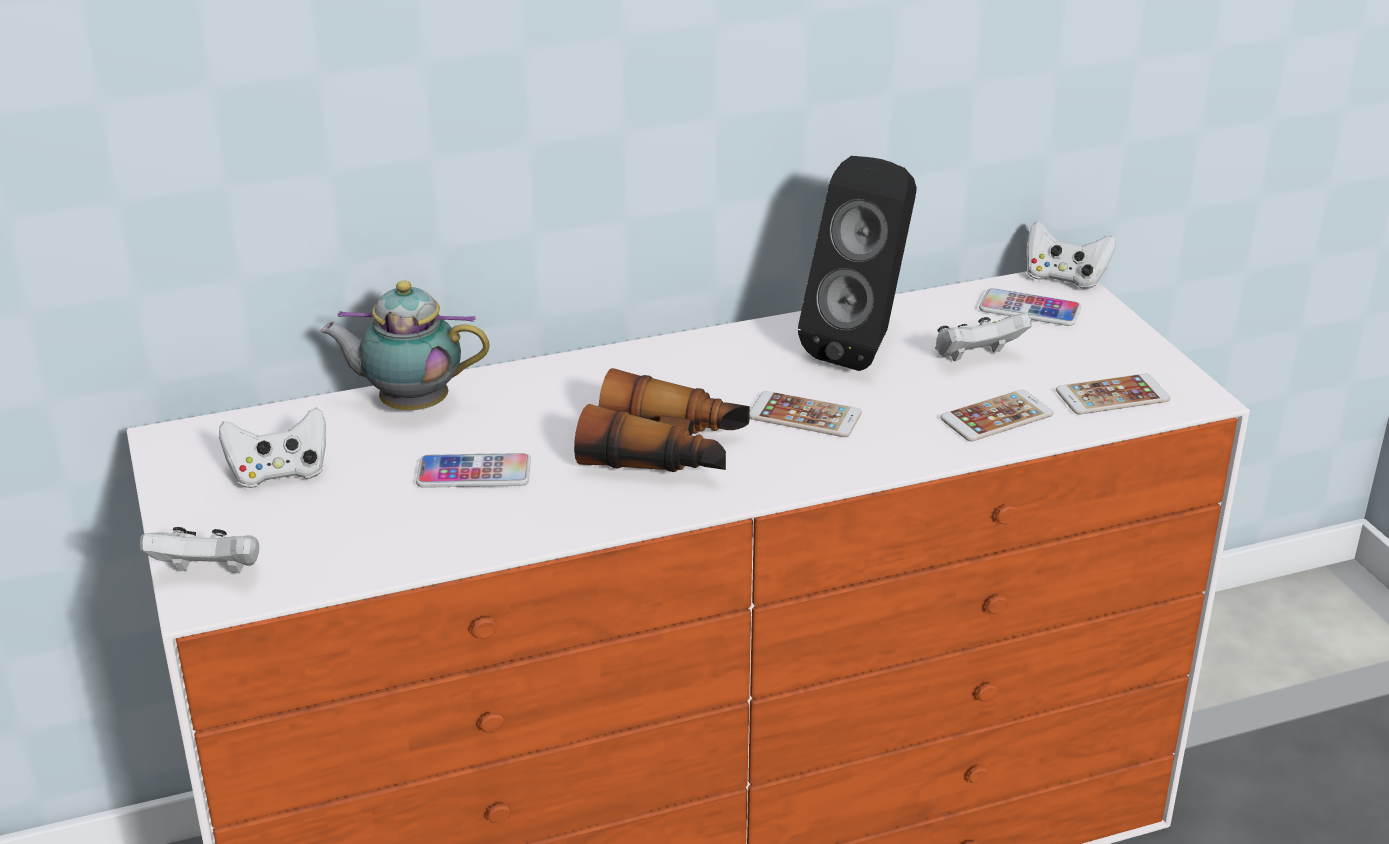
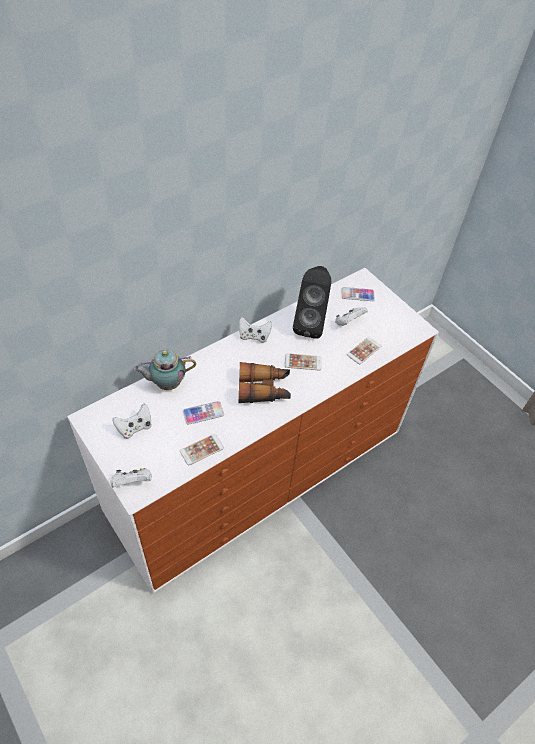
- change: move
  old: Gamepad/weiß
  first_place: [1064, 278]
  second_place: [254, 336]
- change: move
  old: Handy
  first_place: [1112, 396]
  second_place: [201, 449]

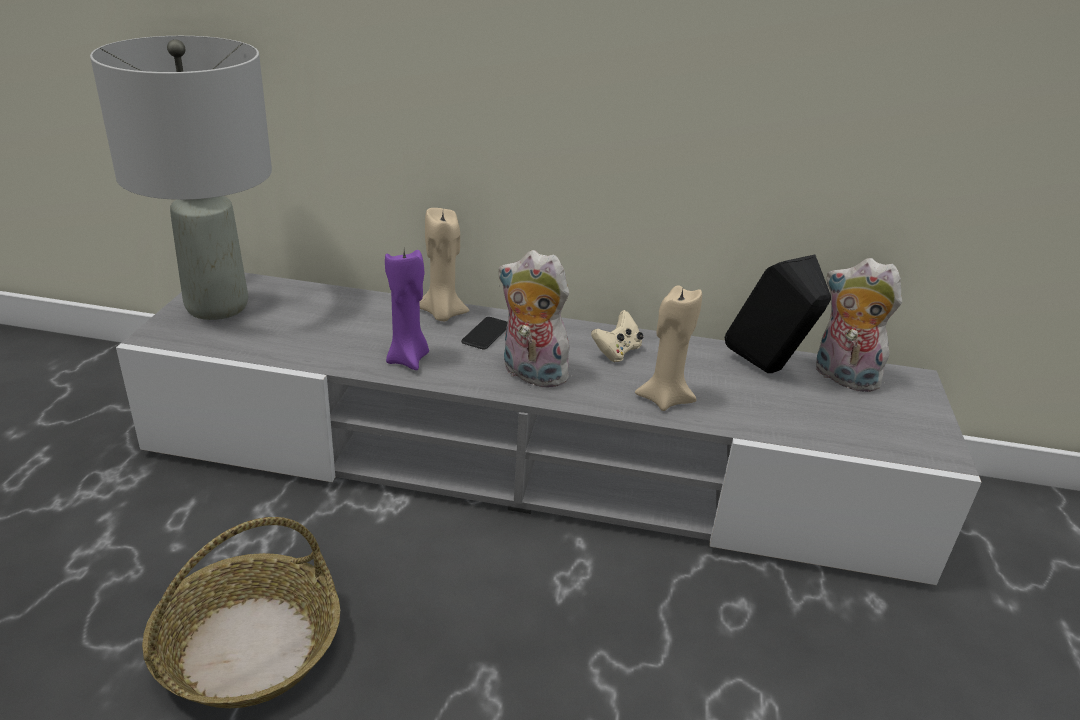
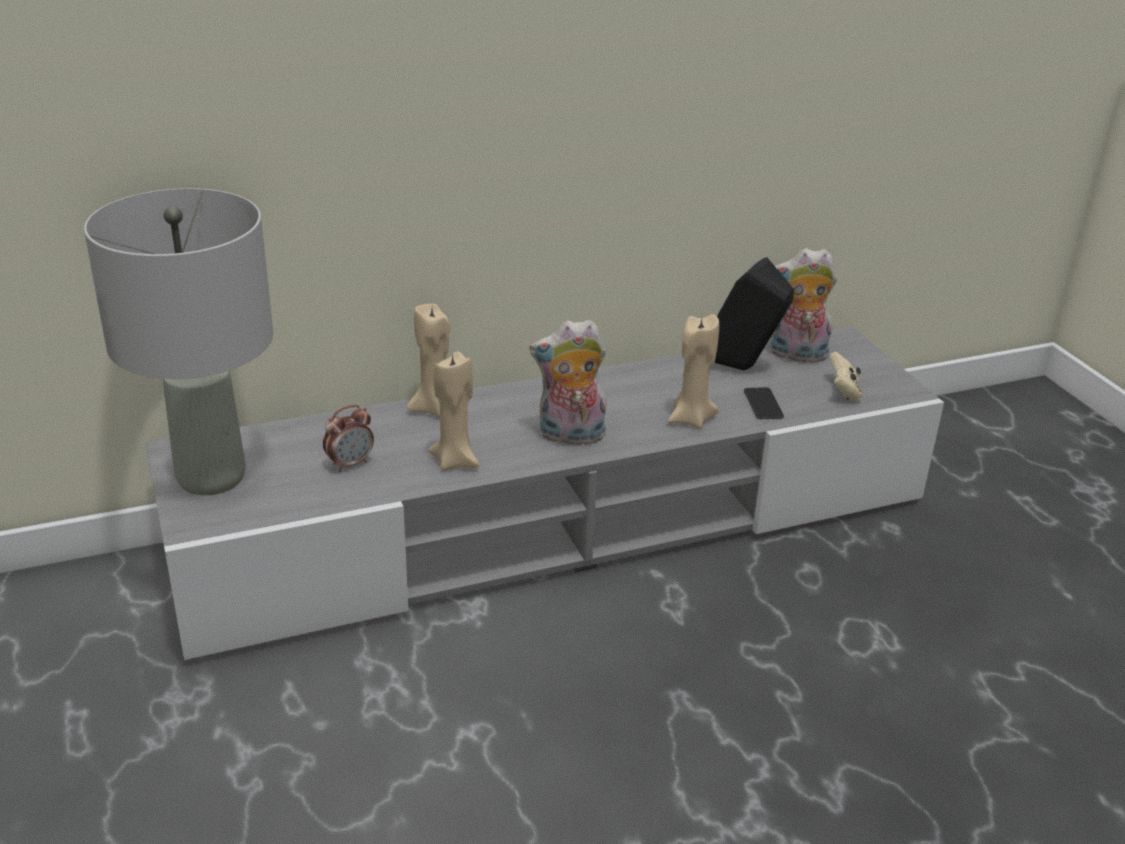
- change: delete
  old: Korb
  first_place: [249, 646]
- change: recolor
  old: Kerze/lila
  new: Kerze/beige
  first_place: [408, 359]
  second_place: [455, 461]
- change: move
  old: Handy
  first_place: [486, 334]
  second_place: [763, 404]
- change: move
  old: Gamepad/beige
  first_place: [617, 352]
  second_place: [844, 391]
- change: insert
  new: Wecker
  second_place: [350, 464]

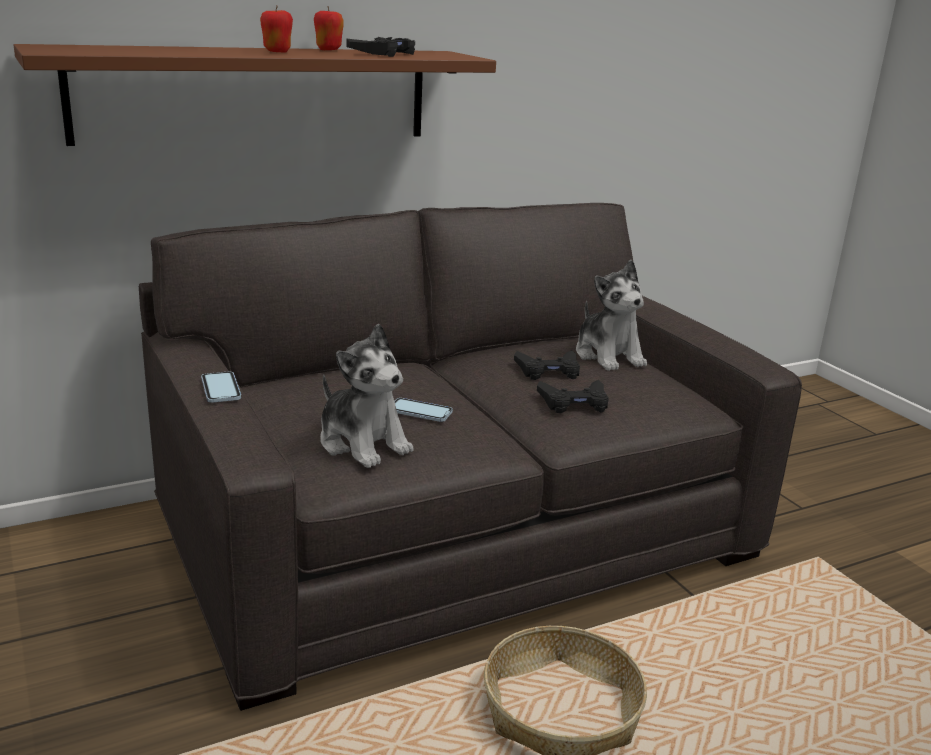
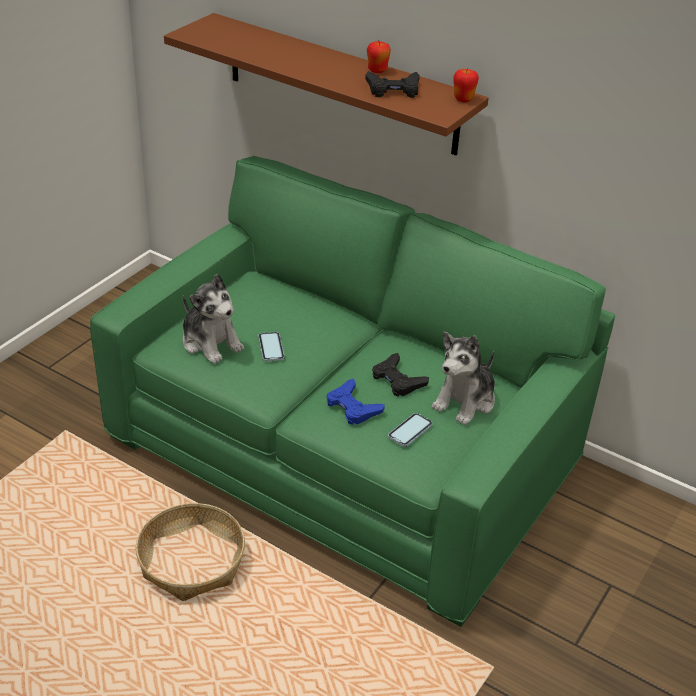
- change: recolor
  old: Sofa/grau
  new: Sofa/grün
  first_place: [456, 531]
  second_place: [344, 450]
- change: move
  old: Handy
  first_place: [221, 389]
  second_place: [410, 431]
- change: move
  old: Apfel
  first_place: [277, 52]
  second_place: [463, 99]
- change: rotate
  old: Plüschtier
  first_place: [363, 443]
  second_place: [211, 342]
  degrees: -60
- change: recolor
  old: Gamepad/schwarz
  new: Gamepad/blau
  first_place: [574, 402]
  second_place: [352, 407]

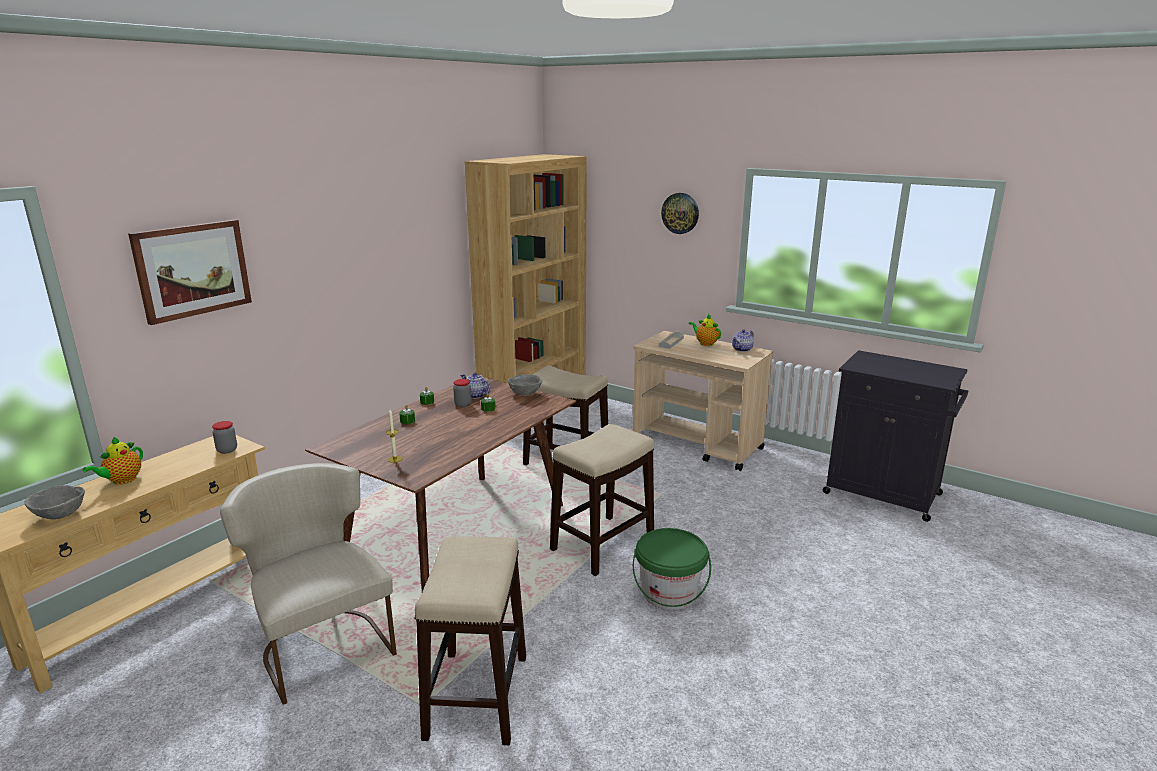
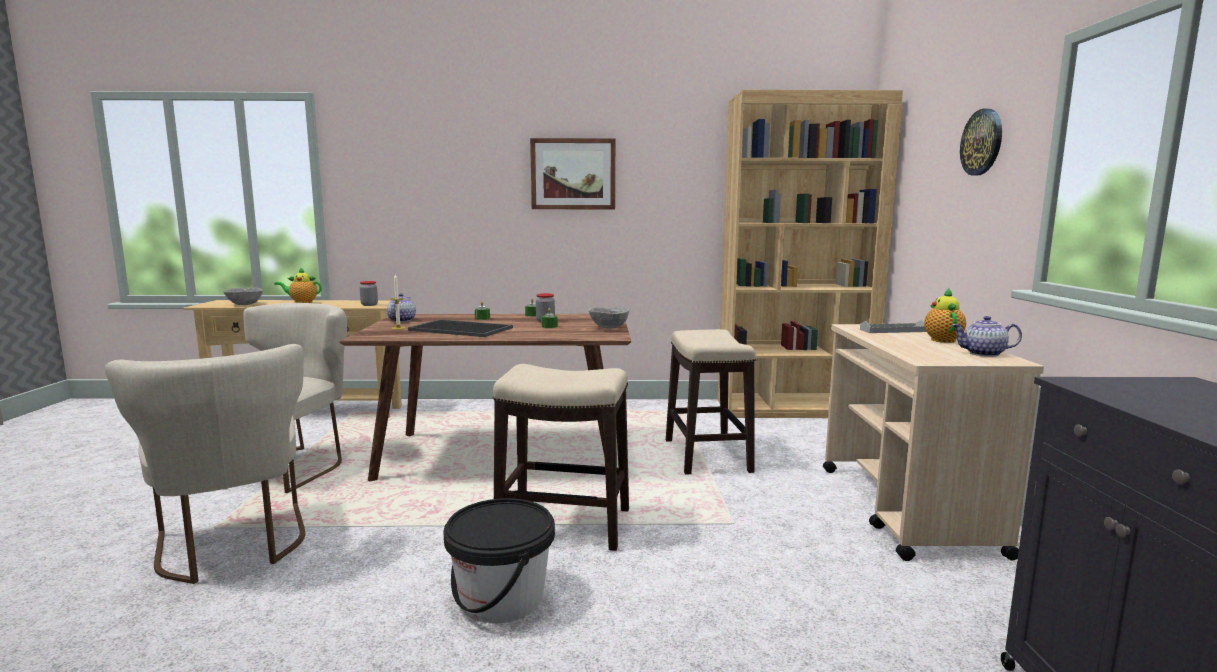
- change: move
  old: Bild
  first_place: [192, 270]
  second_place: [573, 174]
- change: replace
  old: Hocker
  new: Stuhl/beige
  first_place: [477, 697]
  second_place: [233, 547]
- change: move
  old: Teekanne
  first_place: [475, 395]
  second_place: [401, 320]
- change: recolor
  old: Eimer/grün
  new: Eimer/schwarz
  first_place: [669, 593]
  second_place: [501, 598]
- change: insert
  new: Tablett
  second_place: [462, 329]

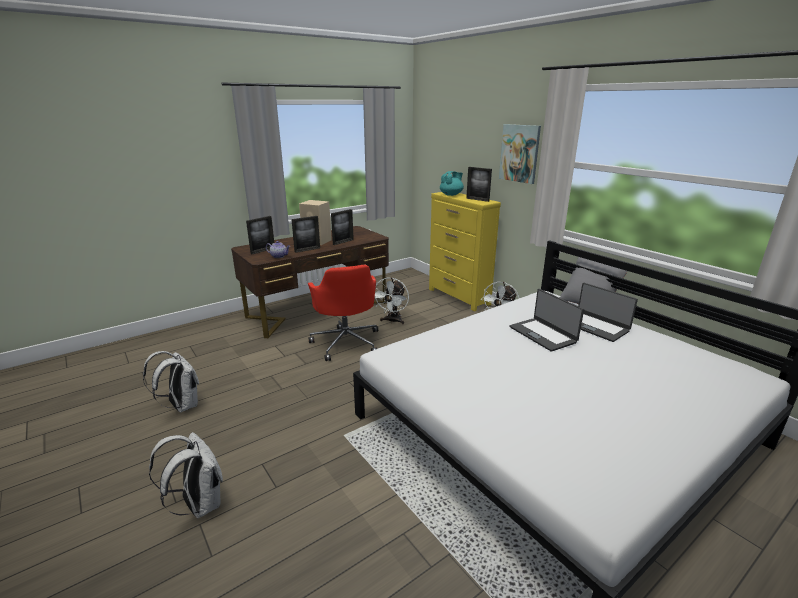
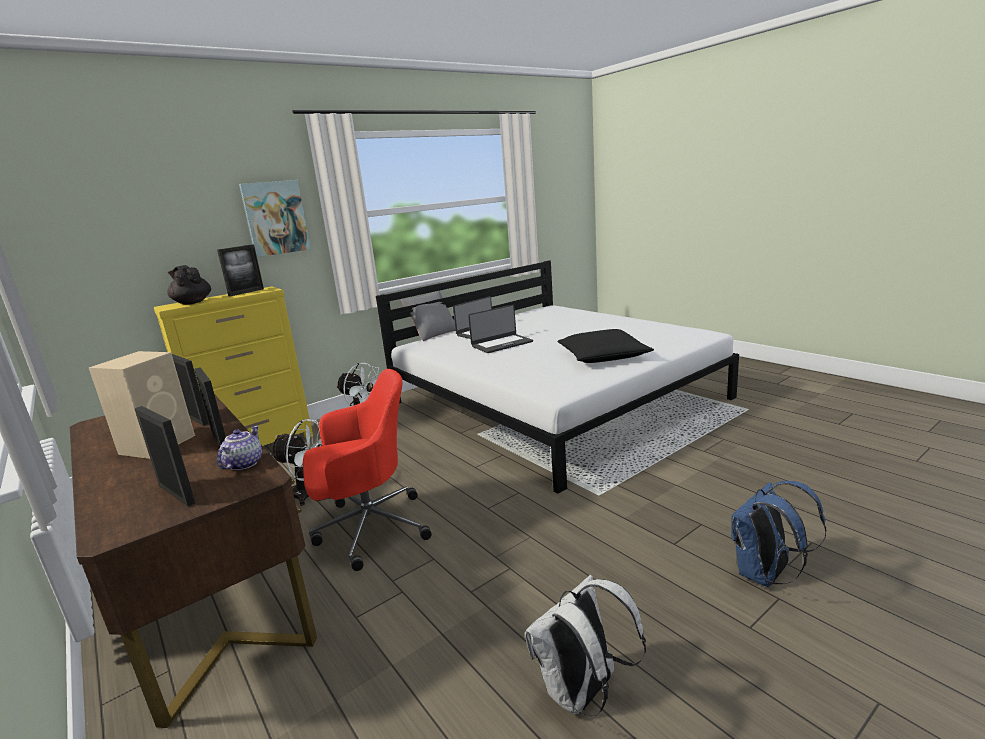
- change: recolor
  old: Rucksack/weiß
  new: Rucksack/blau
  first_place: [199, 504]
  second_place: [765, 575]
- change: recolor
  old: Teekanne/türkis
  new: Teekanne/schwarz
  first_place: [451, 195]
  second_place: [192, 303]
- change: insert
  new: Kissen/schwarz
  second_place: [602, 356]

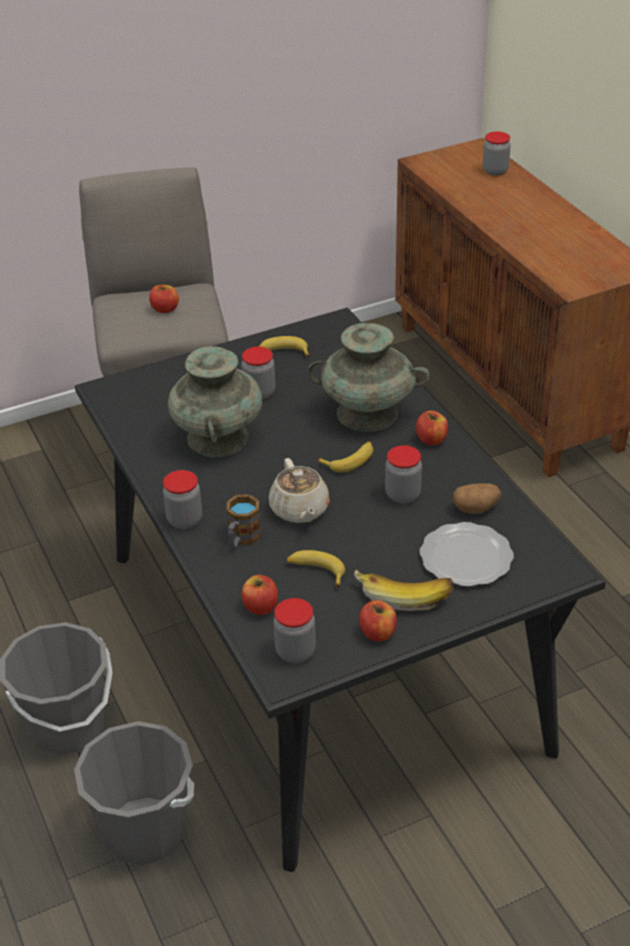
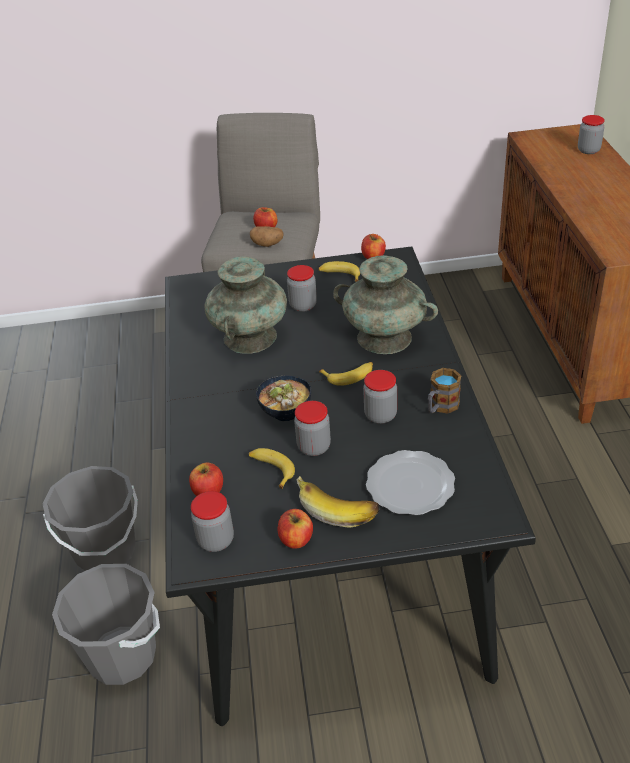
- change: move
  old: Vorratsglas
  first_place: [184, 520]
  second_place: [314, 447]
- change: move
  old: Henkelbecher
  first_place: [242, 538]
  second_place: [441, 407]
- change: replace
  old: Teekanne/beige
  new: Schüssel
  first_place: [299, 510]
  second_place: [285, 411]
- change: move
  old: Apfel
  first_place: [431, 439]
  second_place: [373, 257]
- change: move
  old: Kartoffel
  first_place: [476, 508]
  second_place: [267, 244]

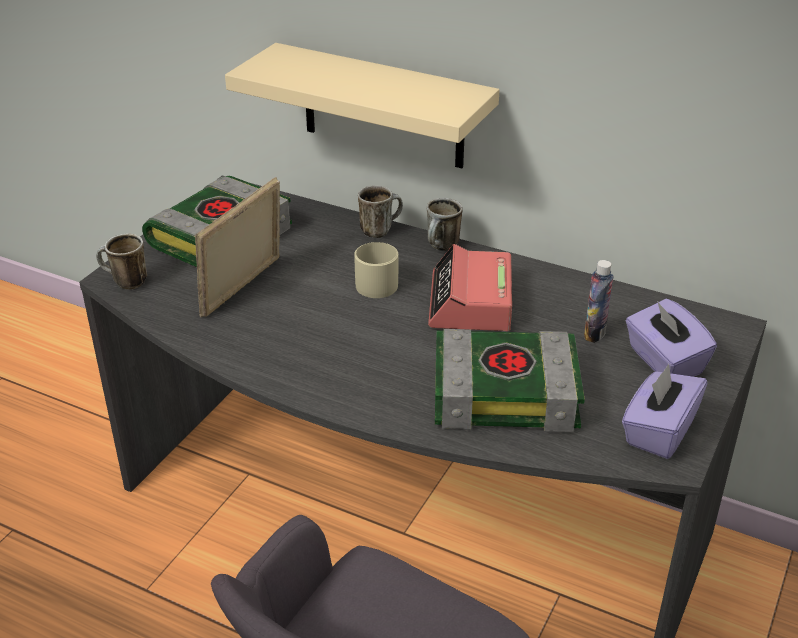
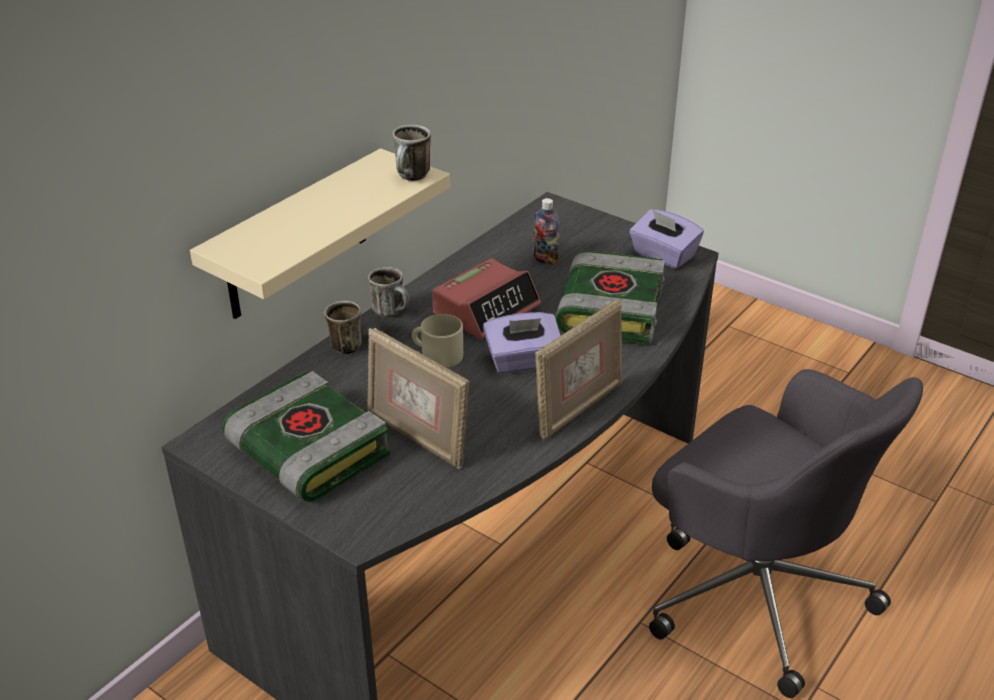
- change: move
  old: Henkelbecher
  first_place: [124, 283]
  second_place: [412, 178]
- change: rotate
  old: Wecker
  first_place: [470, 303]
  second_place: [486, 309]
  degrees: -60
- change: move
  old: Taschentuchbox/lila
  first_place: [664, 361]
  second_place: [523, 361]
- change: insert
  new: Bilderrahmen
  second_place: [578, 408]

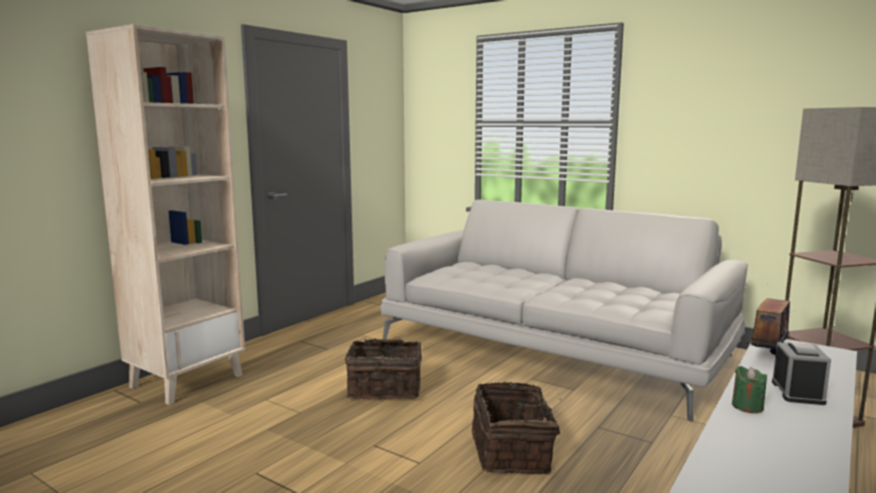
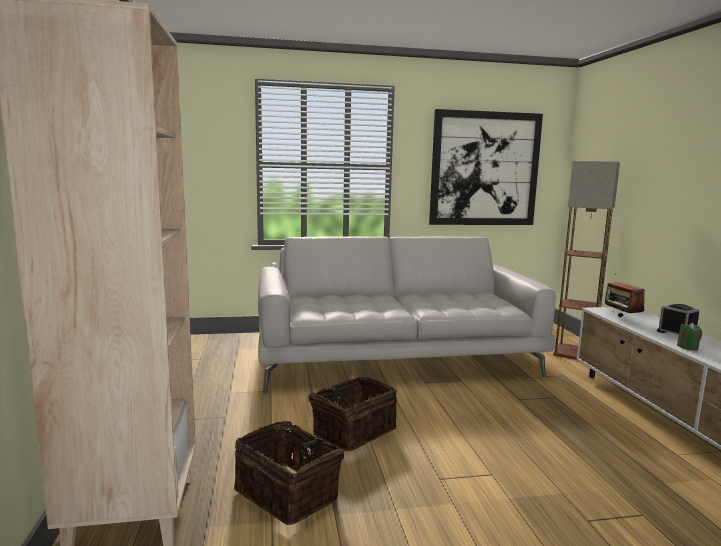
- change: move
  old: Korb
  first_place: [513, 451]
  second_place: [289, 493]
- change: insert
  new: Bild
  second_place: [484, 169]

